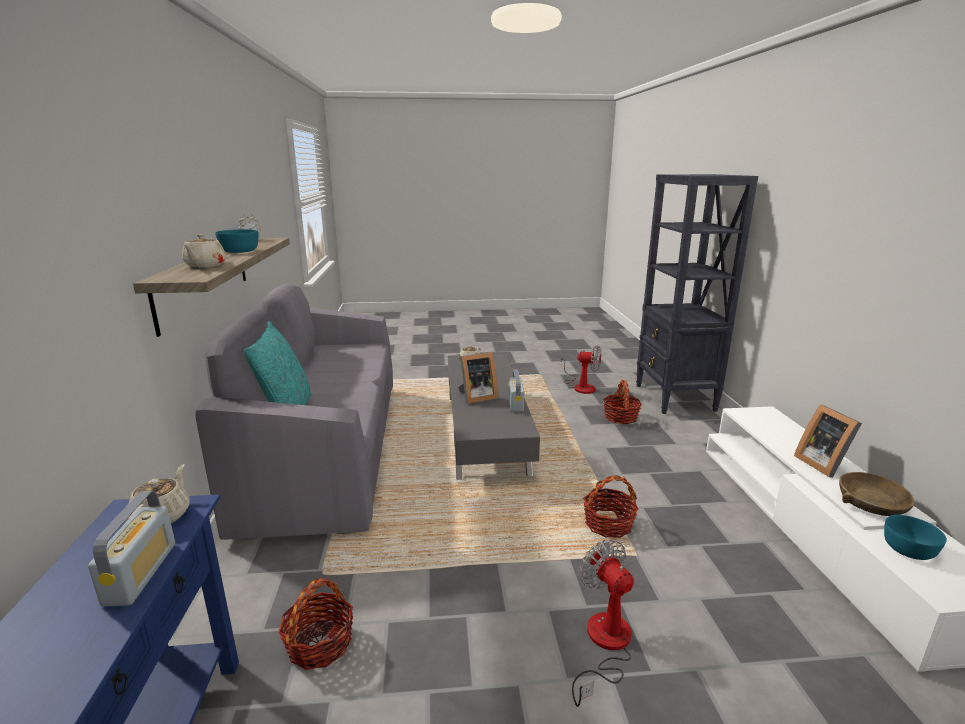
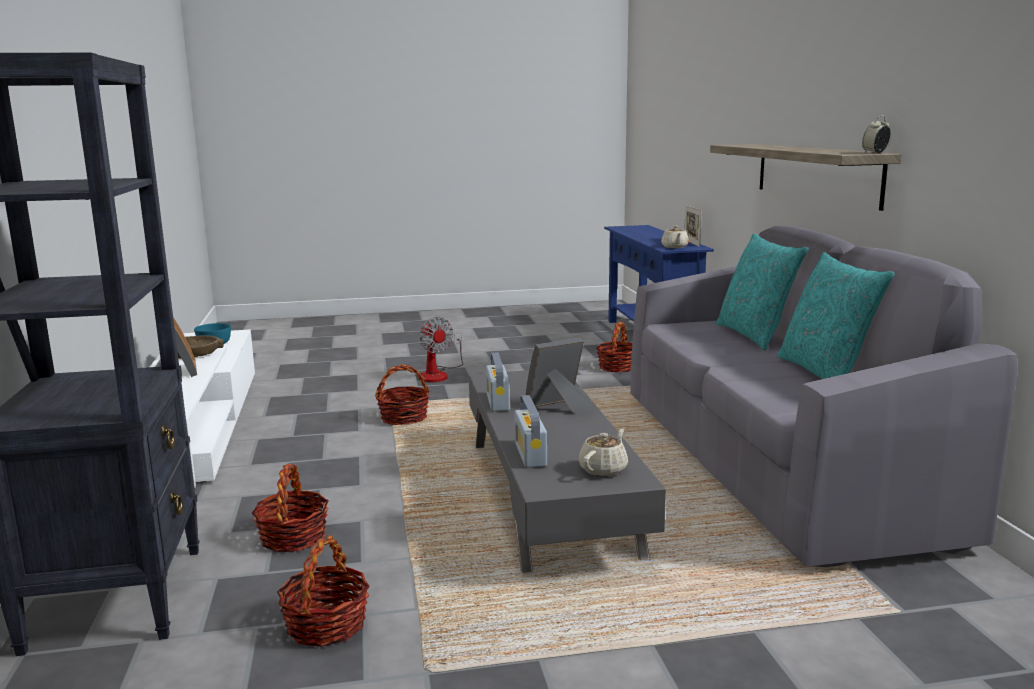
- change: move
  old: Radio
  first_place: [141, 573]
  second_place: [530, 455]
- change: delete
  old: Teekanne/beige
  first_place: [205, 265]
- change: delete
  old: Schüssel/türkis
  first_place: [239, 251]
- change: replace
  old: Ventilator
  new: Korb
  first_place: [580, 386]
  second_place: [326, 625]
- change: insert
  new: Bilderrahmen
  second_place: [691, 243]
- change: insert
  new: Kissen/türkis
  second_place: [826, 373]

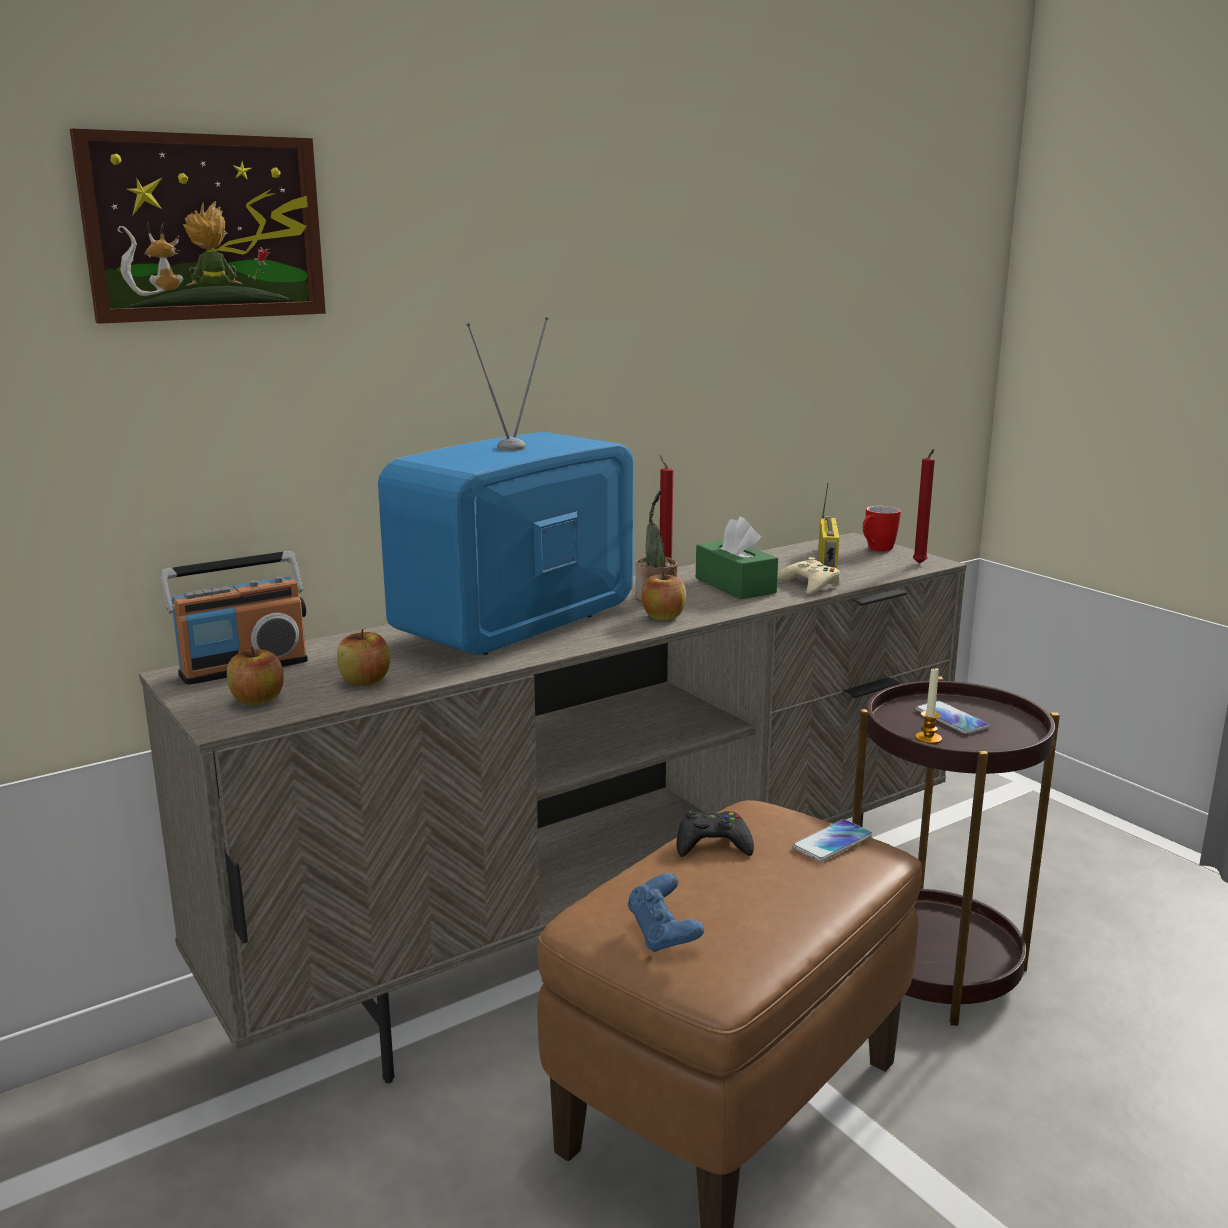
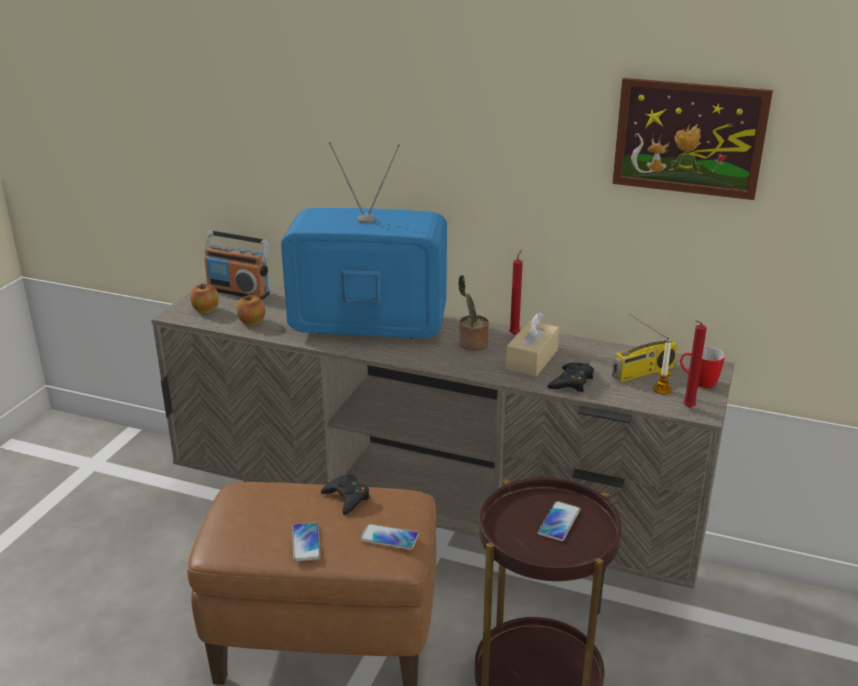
- change: move
  old: Bild
  first_place: [205, 228]
  second_place: [689, 138]
- change: delete
  old: Gamepad/blau
  first_place: [663, 934]
- change: delete
  old: Apfel
  first_place: [663, 616]
- change: recolor
  old: Taschentuchbox/grün
  new: Taschentuchbox/beige
  first_place: [735, 585]
  second_place: [532, 359]
- change: recolor
  old: Gamepad/beige
  new: Gamepad/schwarz
  first_place: [809, 584]
  second_place: [571, 382]
- change: move
  old: Kerze
  first_place: [928, 739]
  second_place: [662, 389]
- change: insert
  new: Handy
  second_place: [306, 542]

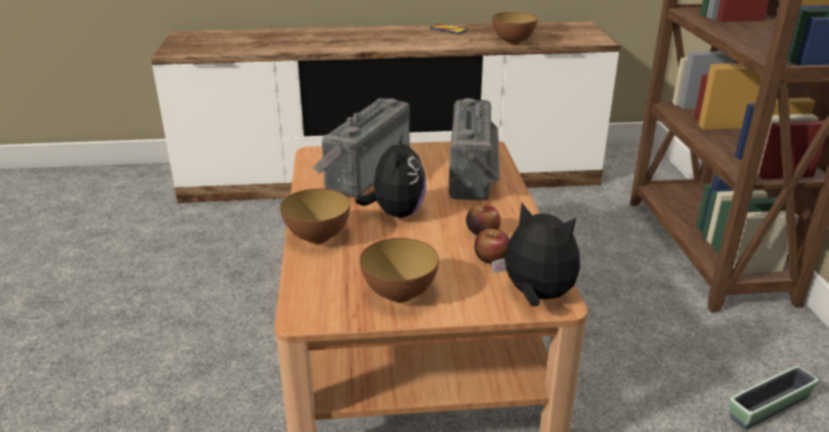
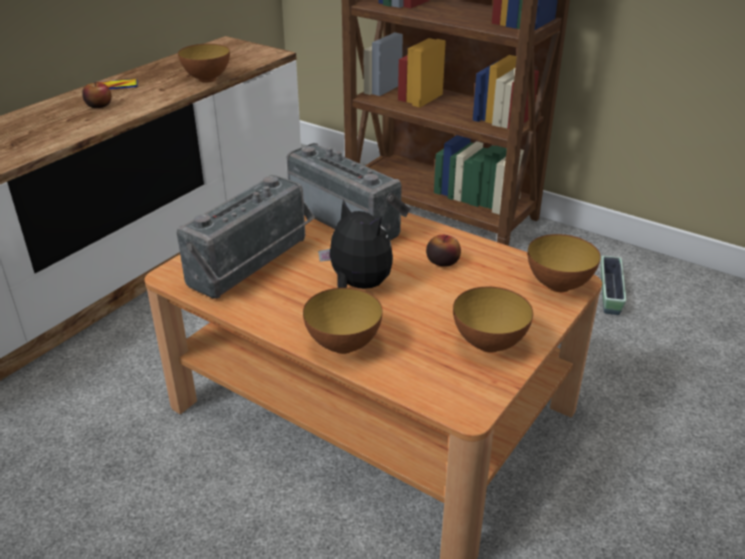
- change: rotate
  old: Radio
  first_place: [363, 170]
  second_place: [254, 265]
  degrees: -120
- change: move
  old: Apfel
  first_place: [491, 258]
  second_place: [99, 105]
- change: replace
  old: Plüschtier
  new: Schüssel
  first_place: [536, 296]
  second_place: [558, 285]

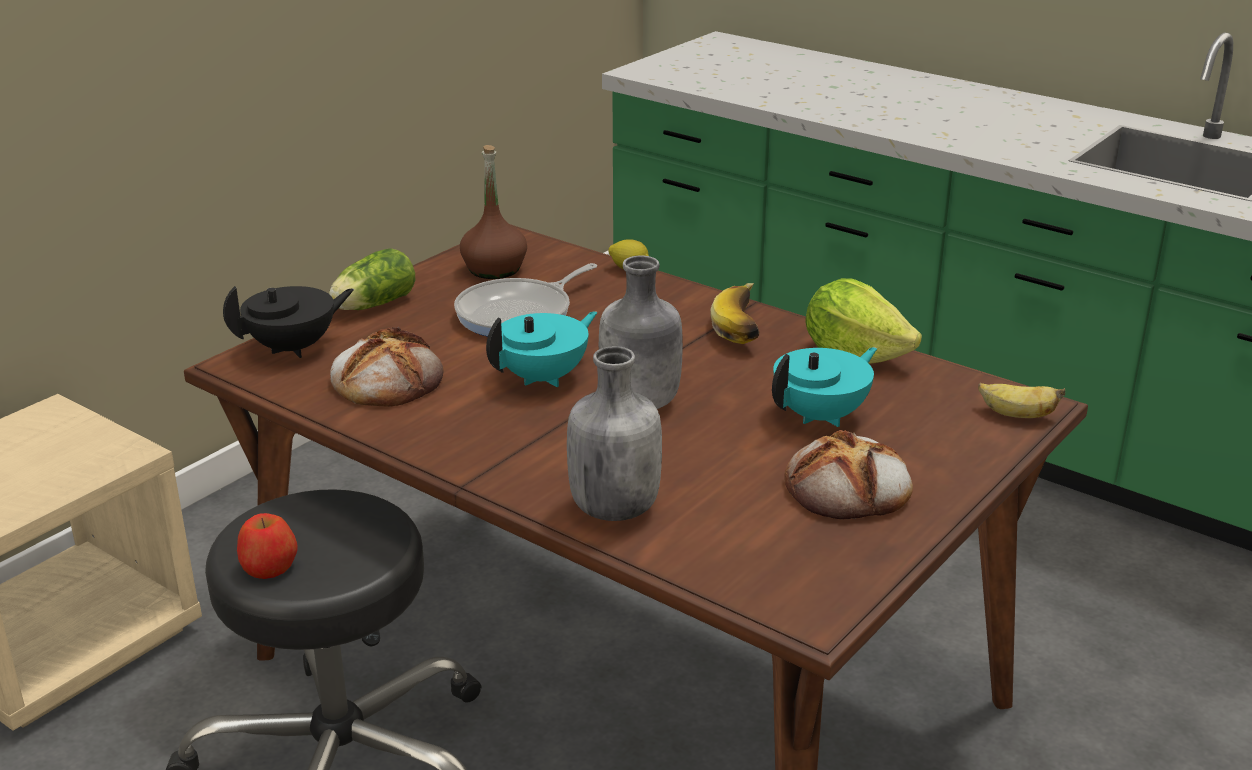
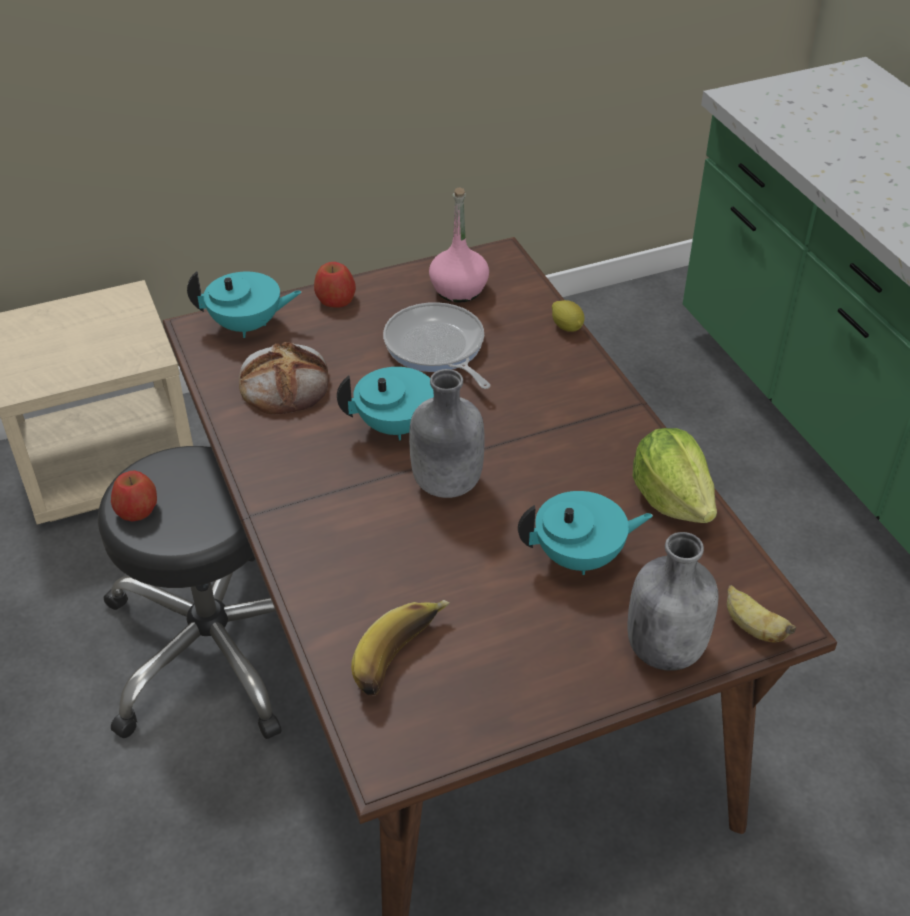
- change: recolor
  old: Teekanne/schwarz
  new: Teekanne/türkis
  first_place: [294, 348]
  second_place: [247, 326]
- change: replace
  old: Salatkopf
  new: Apfel
  first_place: [371, 305]
  second_place: [335, 299]
- change: rotate
  old: Pfanne
  first_place: [519, 314]
  second_place: [436, 348]
  degrees: 75
- change: recolor
  old: Flasche/braun
  new: Flasche/rosa
  first_place: [495, 269]
  second_place: [459, 290]
- change: move
  old: Flasche/grau
  first_place: [614, 508]
  second_place: [665, 648]
- change: move
  old: Banane
  first_place: [746, 328]
  second_place: [403, 660]
- change: delete
  old: Brot
  first_place: [849, 488]

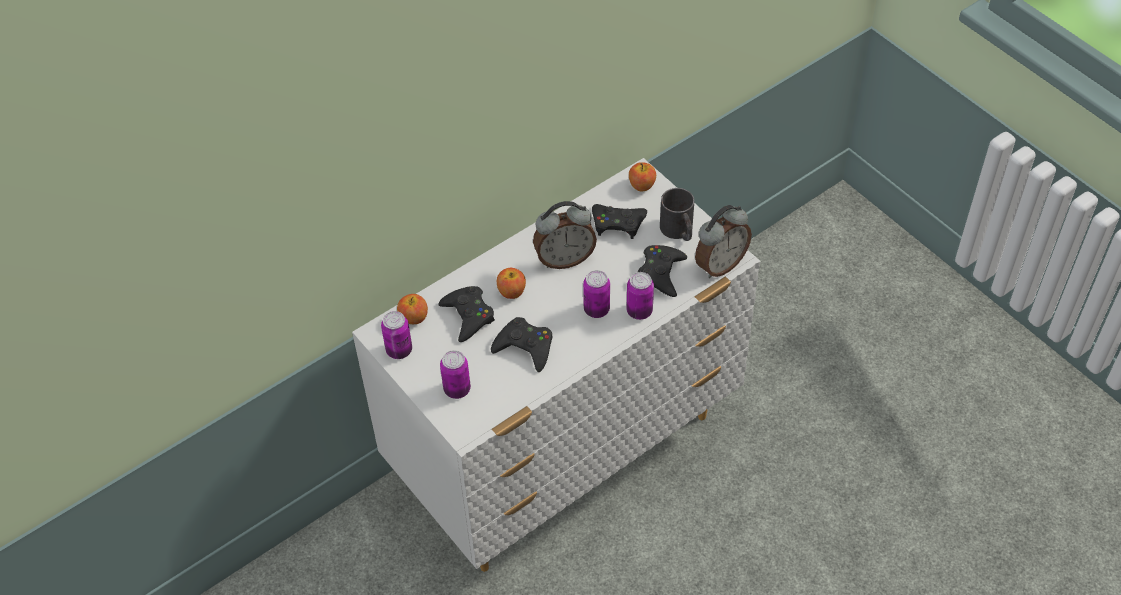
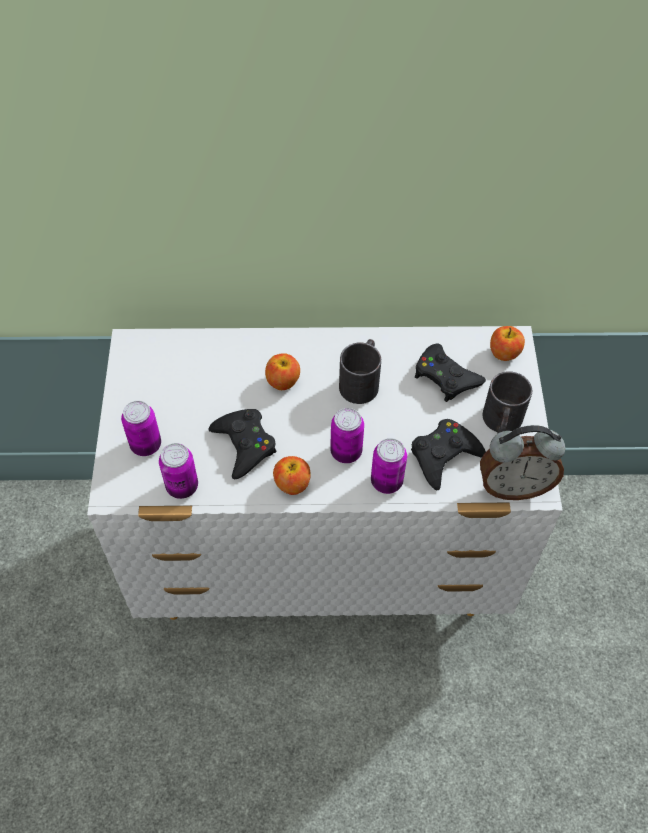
- change: move
  old: Dose
  first_place: [399, 350]
  second_place: [182, 486]
- change: move
  old: Apfel
  first_place: [413, 318]
  second_place: [292, 484]
- change: delete
  old: Gamepad/schwarz
  first_place: [468, 316]
- change: replace
  old: Wecker
  new: Henkelbecher/schwarz
  first_place: [564, 259]
  second_place: [361, 380]

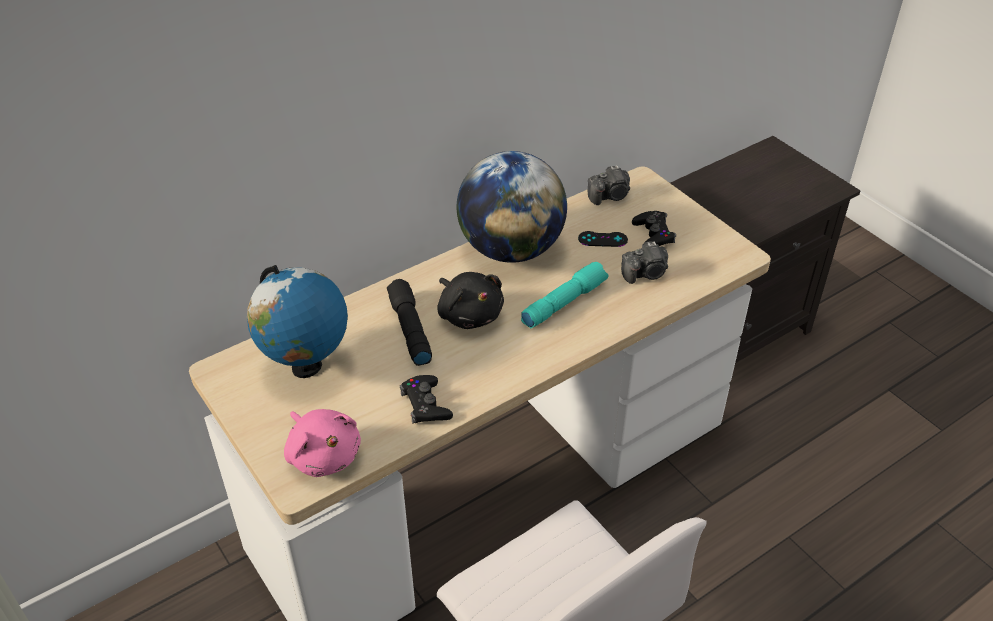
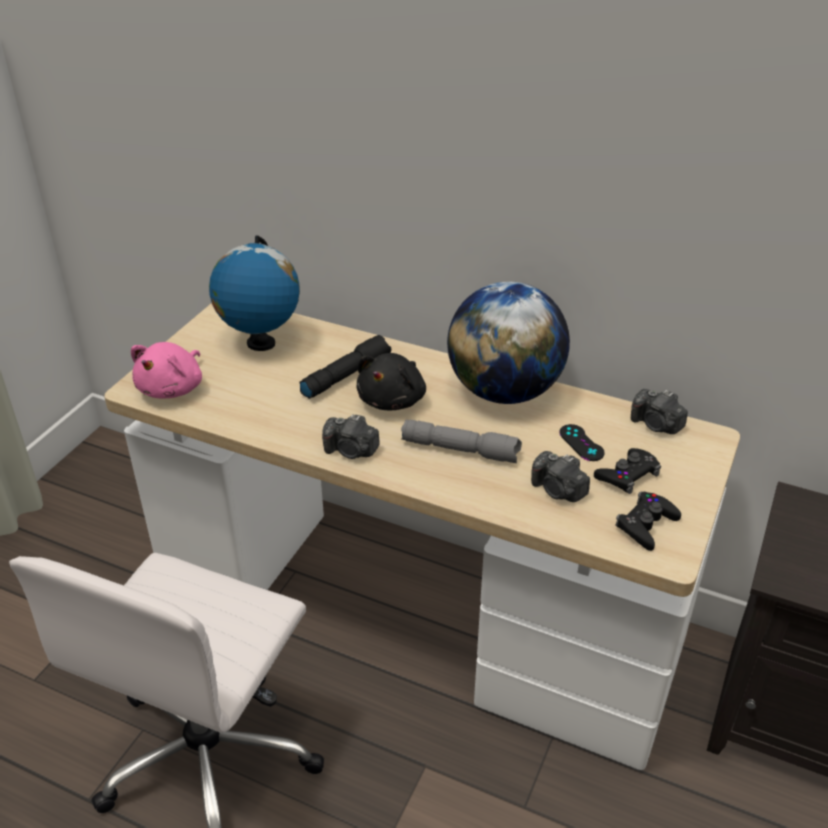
- change: move
  old: Gamepad/schwarz
  first_place: [425, 404]
  second_place: [646, 525]
- change: recolor
  old: Taschenlampe/türkis
  new: Taschenlampe/grau
  first_place: [563, 302]
  second_place: [461, 449]
- change: insert
  new: Kamera
  second_place: [351, 451]

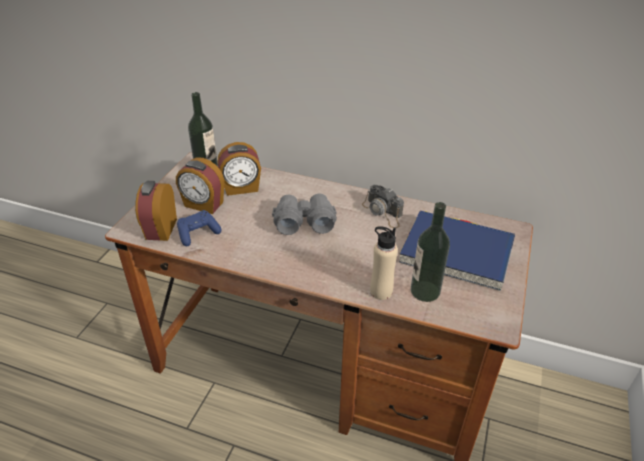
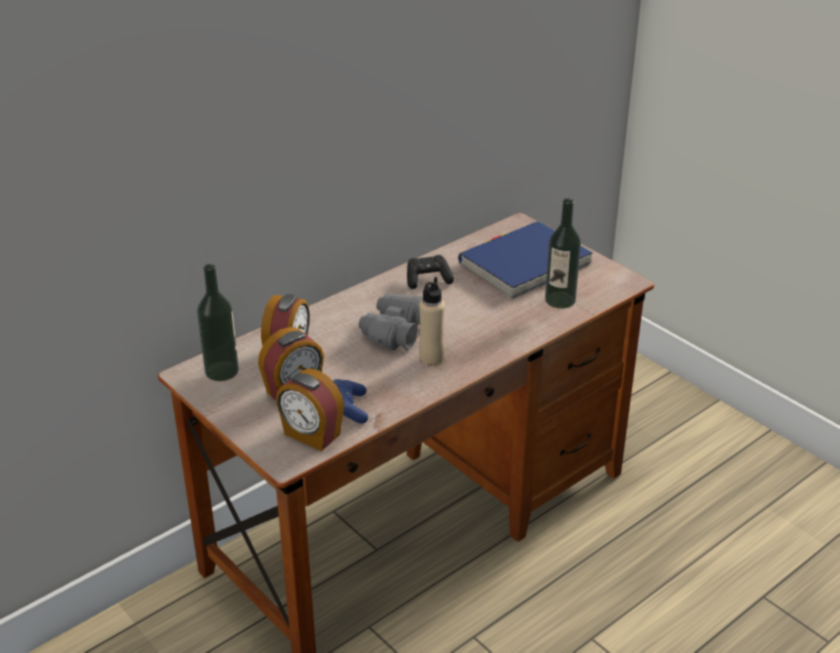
- change: replace
  old: Kamera
  new: Gamepad/schwarz
  first_place: [383, 212]
  second_place: [428, 280]
- change: move
  old: Flasche/beige
  first_place: [381, 291]
  second_place: [431, 358]

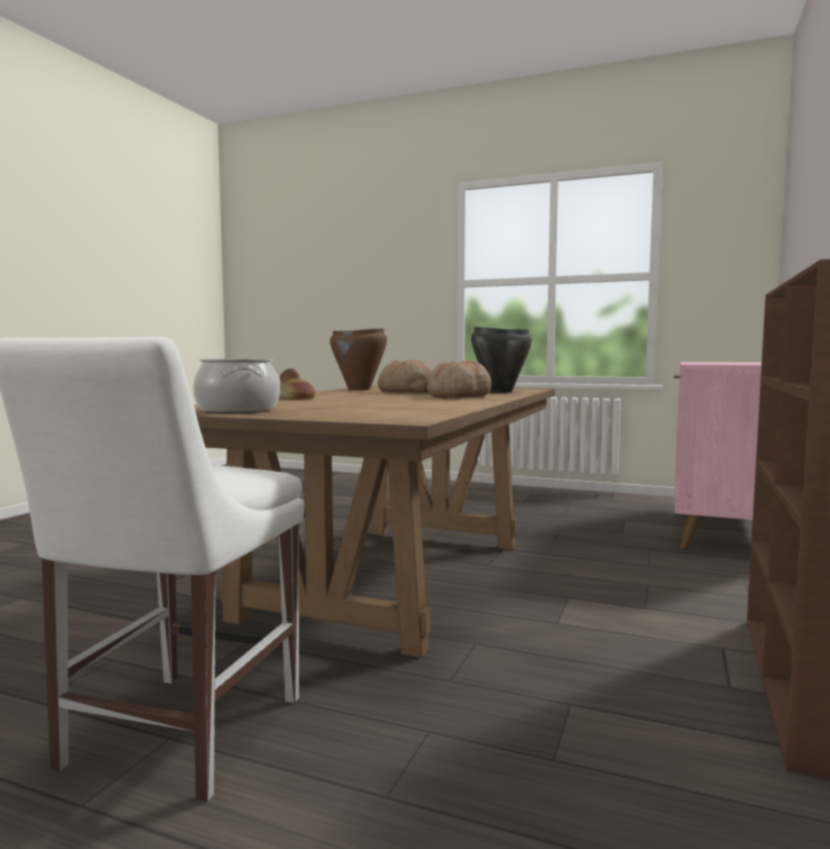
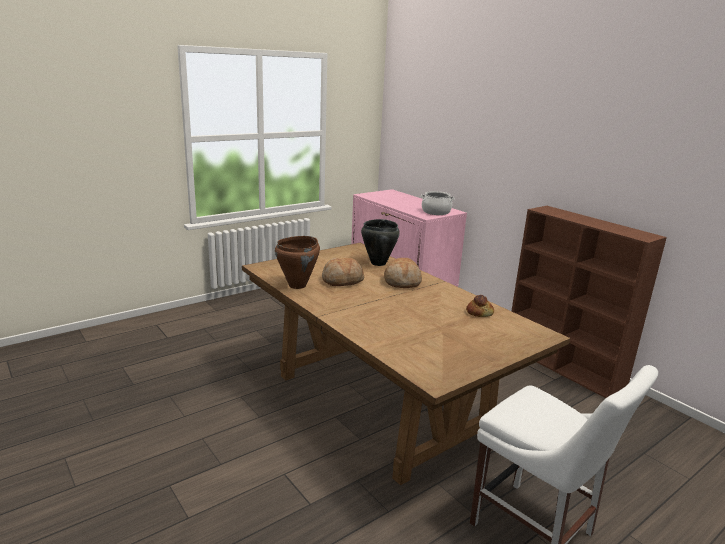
- change: move
  old: Kochtopf
  first_place: [238, 410]
  second_place: [436, 212]
- change: move
  old: Brot
  first_place: [296, 398]
  second_place: [479, 312]

